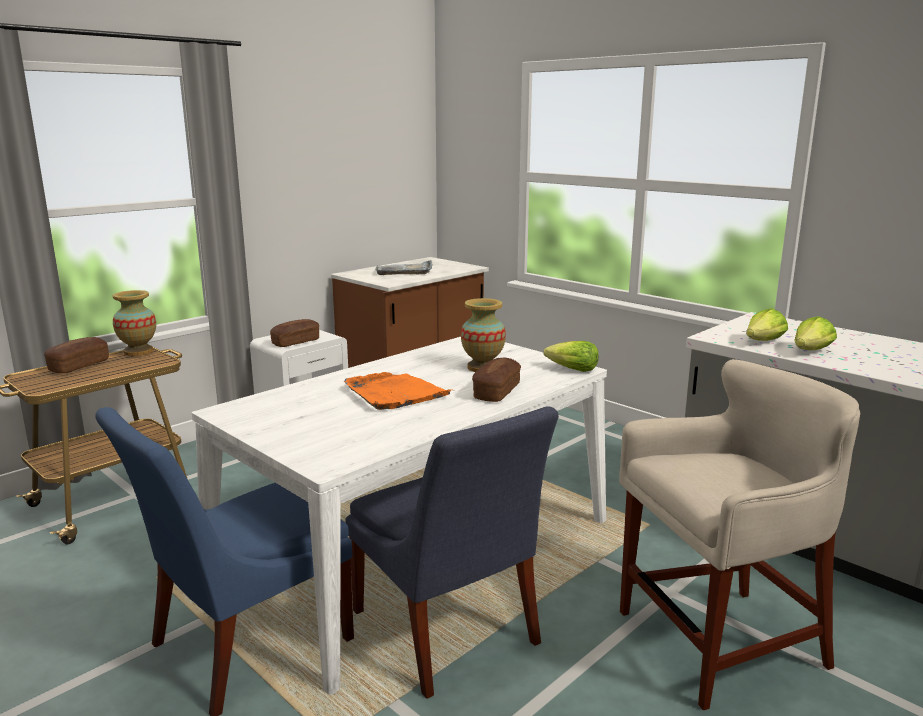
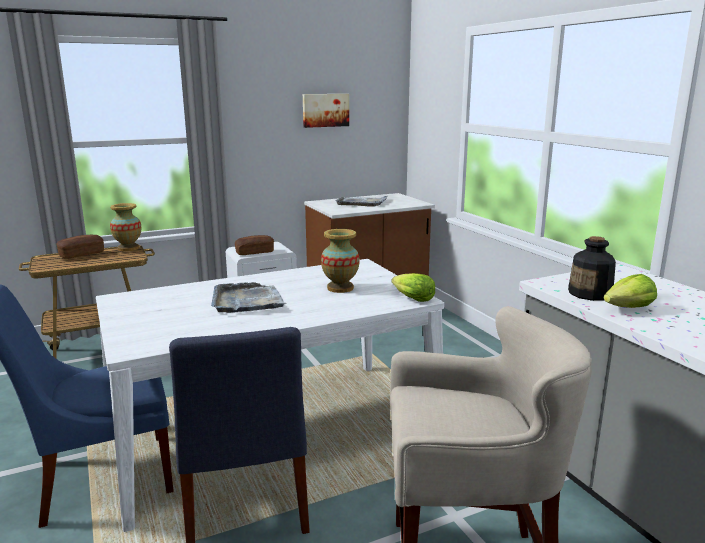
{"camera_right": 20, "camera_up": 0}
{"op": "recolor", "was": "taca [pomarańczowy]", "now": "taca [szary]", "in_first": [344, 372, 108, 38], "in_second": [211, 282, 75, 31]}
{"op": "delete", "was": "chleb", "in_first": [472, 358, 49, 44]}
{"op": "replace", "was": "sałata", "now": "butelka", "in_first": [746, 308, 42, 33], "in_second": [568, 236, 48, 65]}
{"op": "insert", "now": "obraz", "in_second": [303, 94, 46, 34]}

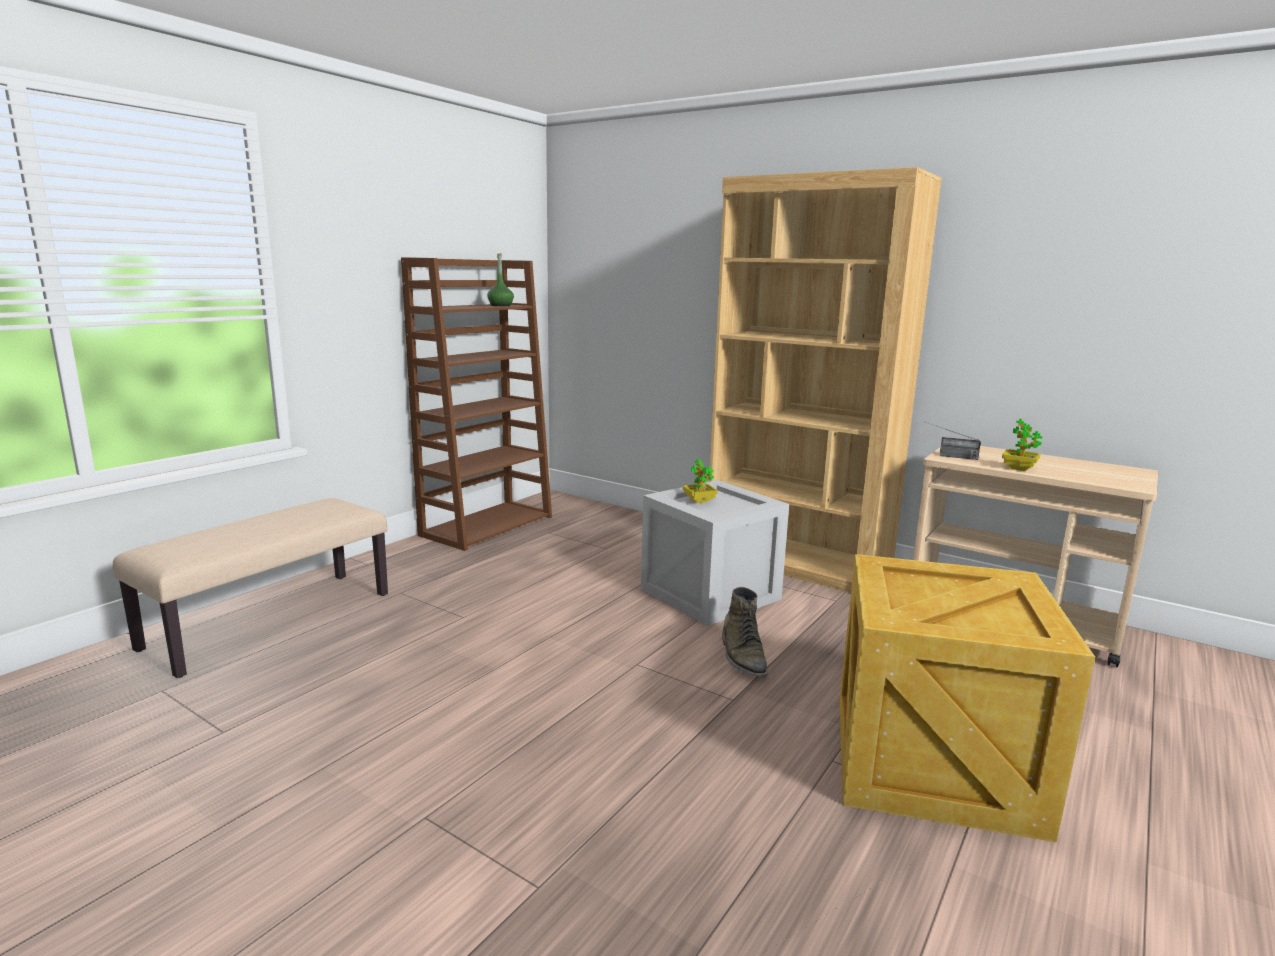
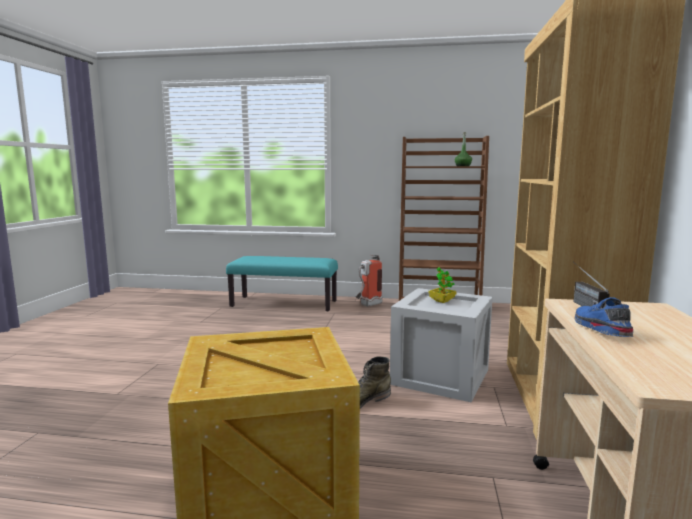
{"camera_right": 65, "camera_up": -5}
{"op": "recolor", "was": "ławka [beżowy]", "now": "ławka [turkusowy]", "in_first": [113, 498, 275, 180], "in_second": [226, 256, 112, 56]}
{"op": "replace", "was": "roślina doniczkowa", "now": "but [niebieski]", "in_first": [1002, 419, 40, 52], "in_second": [575, 297, 58, 40]}
{"op": "insert", "now": "gaśnica", "in_second": [356, 255, 27, 51]}

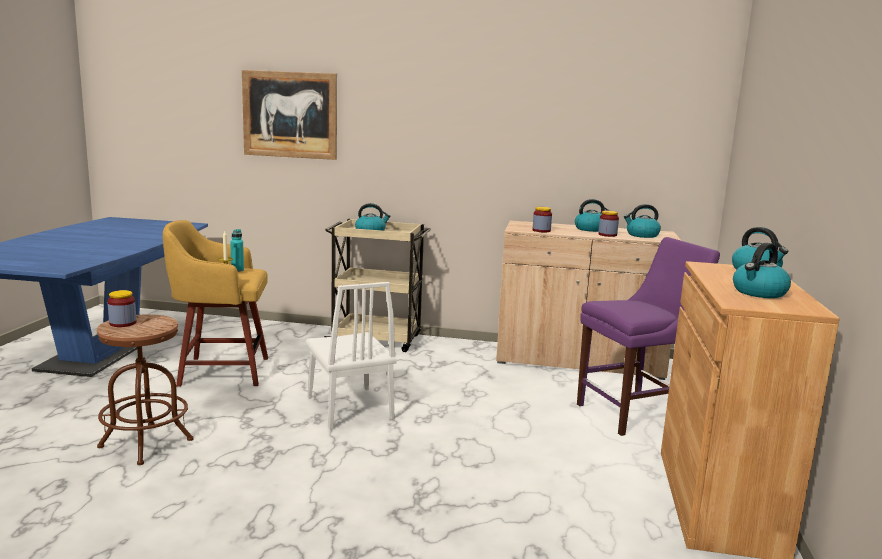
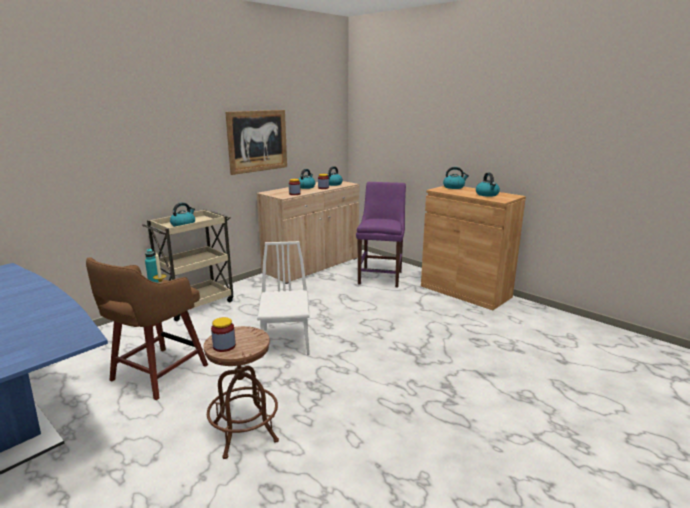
{"camera_right": -55, "camera_up": 5}
{"op": "recolor", "was": "stołek [żółty]", "now": "stołek [brązowy]", "in_first": [163, 220, 105, 167], "in_second": [86, 257, 122, 143]}
{"op": "move", "was": "obraz", "in_first": [242, 70, 95, 90], "in_second": [225, 110, 62, 65]}
{"op": "rotate", "was": "krzesło [biały]", "in_first": [306, 282, 91, 148], "in_second": [257, 241, 53, 117], "clockwise": -105}

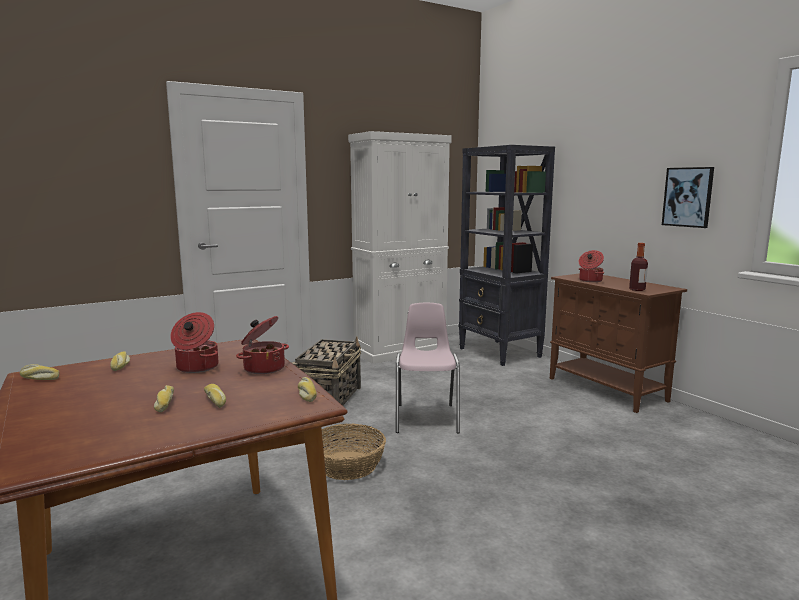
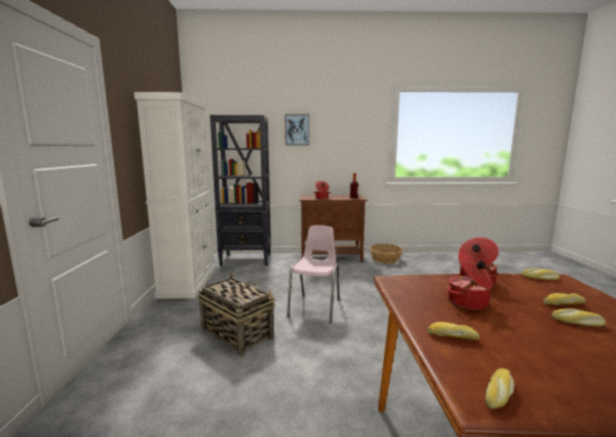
{"camera_right": -60, "camera_up": 0}
{"op": "move", "was": "koszyk", "in_first": [322, 424, 64, 56], "in_second": [370, 244, 33, 19]}
{"op": "rotate", "was": "krzesło [różowy]", "in_first": [396, 303, 64, 130], "in_second": [287, 225, 53, 98], "clockwise": 75}
{"op": "move", "was": "obraz", "in_first": [662, 167, 52, 61], "in_second": [285, 114, 24, 31]}

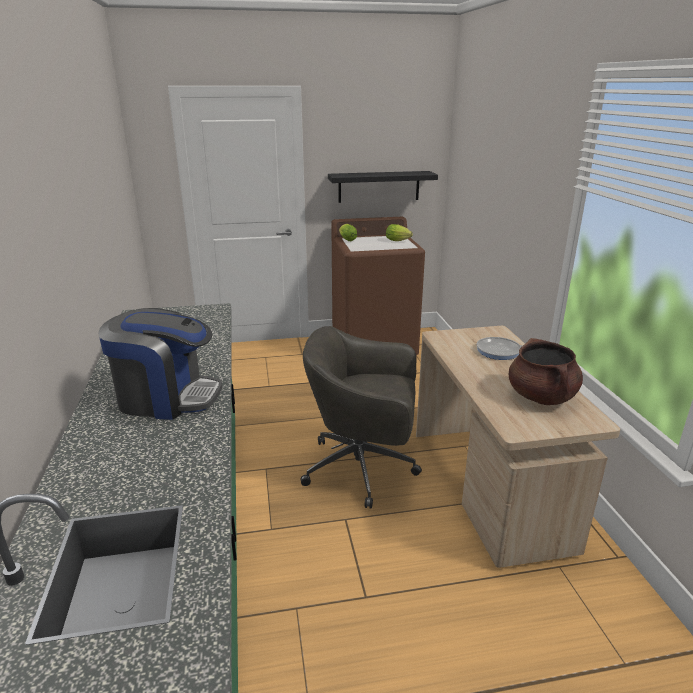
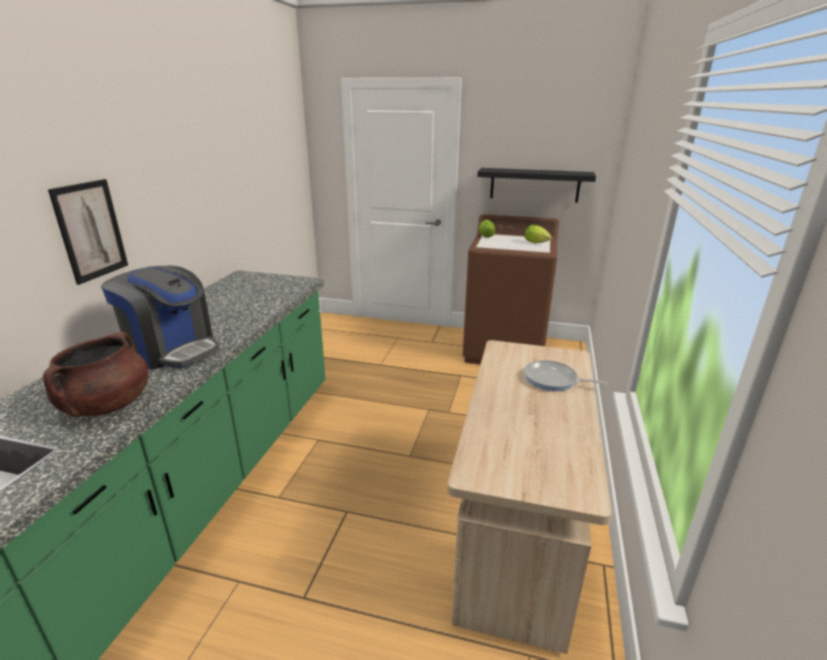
{"camera_right": 25, "camera_up": 0}
{"op": "delete", "was": "krzesło biurowe [szary]", "in_first": [301, 326, 121, 183]}
{"op": "move", "was": "garnek [brązowy]", "in_first": [509, 338, 74, 67], "in_second": [43, 332, 106, 85]}
{"op": "insert", "now": "obraz", "in_second": [48, 179, 80, 106]}

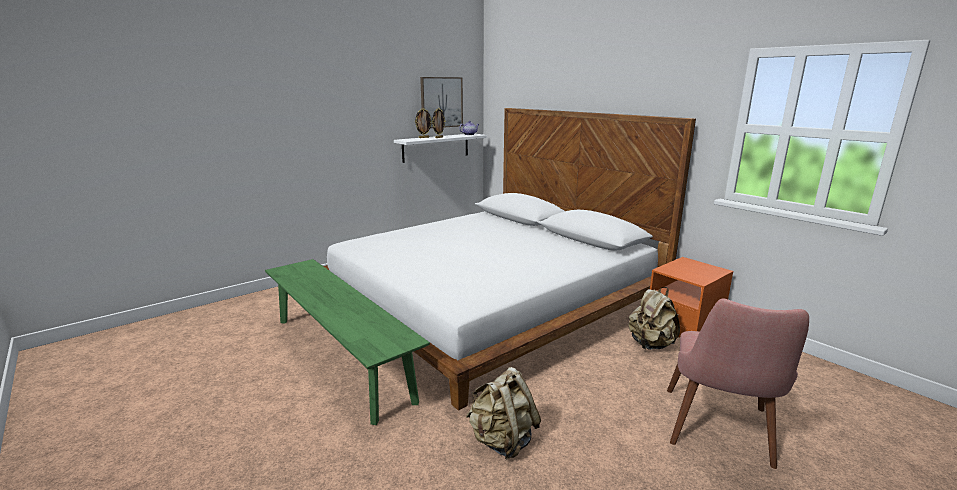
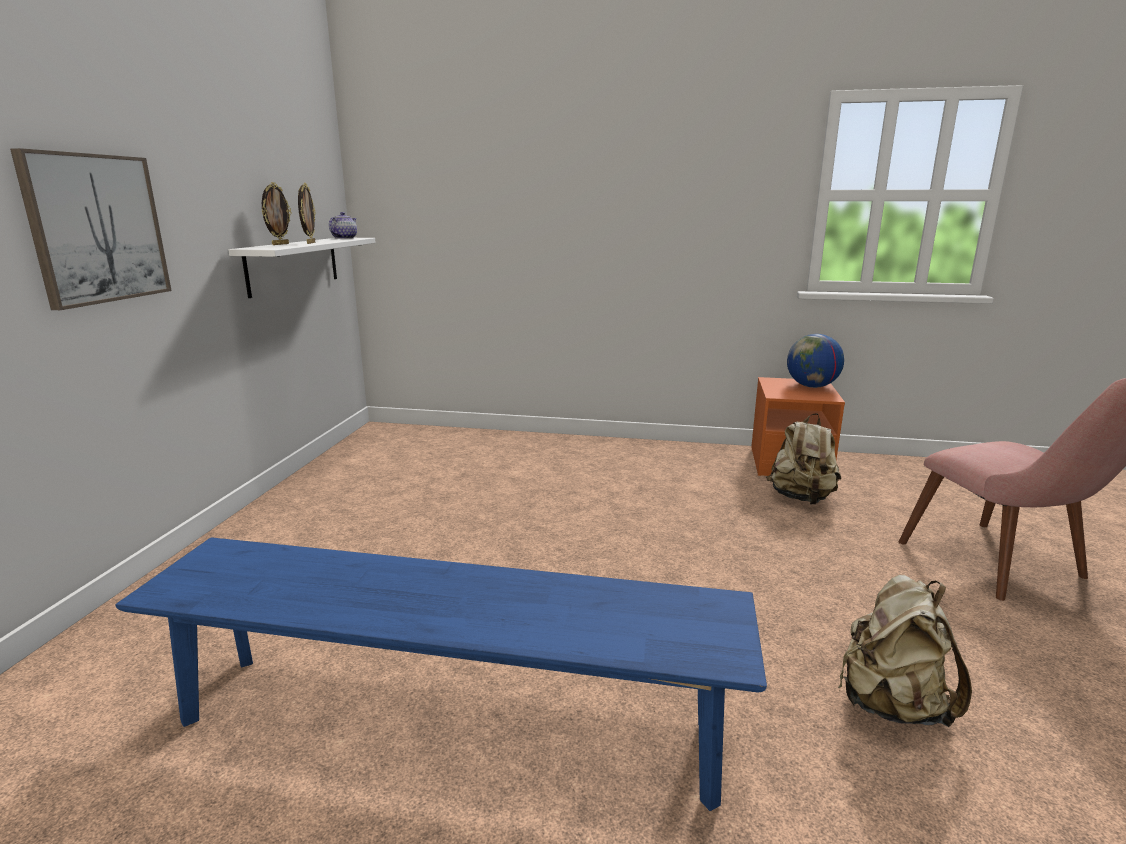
{"camera_right": -40, "camera_up": 0}
{"op": "recolor", "was": "ławka [zielony]", "now": "ławka [niebieski]", "in_first": [265, 259, 165, 166], "in_second": [115, 537, 652, 274]}
{"op": "delete", "was": "łóżko [biały]", "in_first": [324, 108, 372, 302]}
{"op": "move", "was": "obraz", "in_first": [420, 77, 43, 51], "in_second": [10, 148, 162, 162]}
{"op": "insert", "now": "globus", "in_second": [787, 334, 57, 54]}

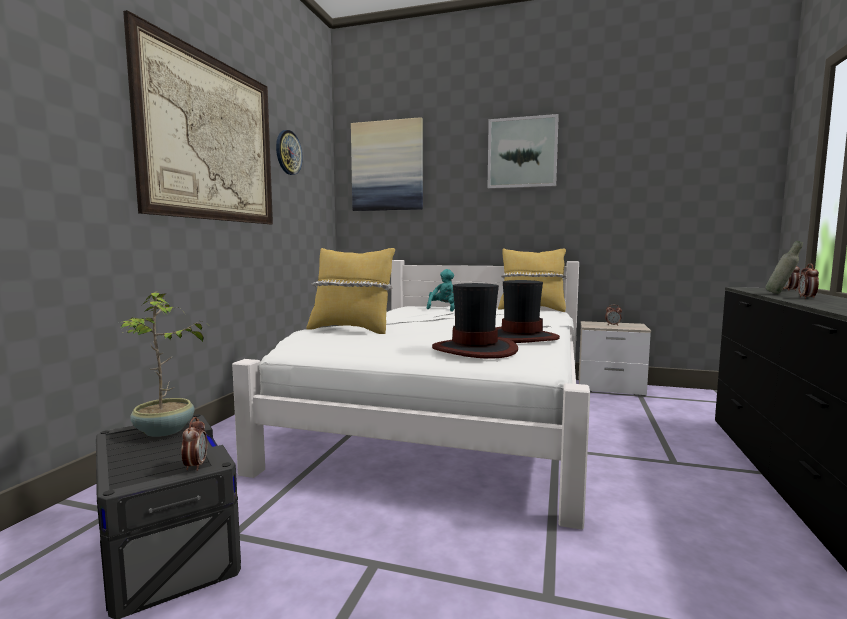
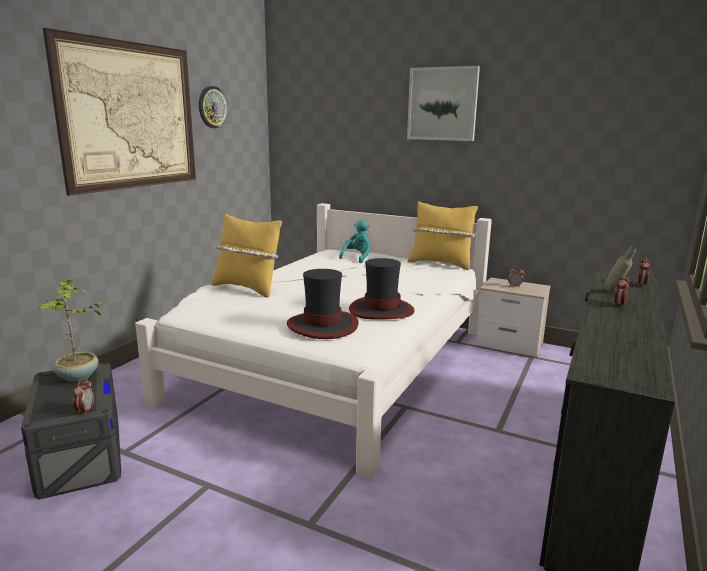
{"camera_right": 10, "camera_up": 10}
{"op": "delete", "was": "obraz", "in_first": [351, 117, 72, 94]}

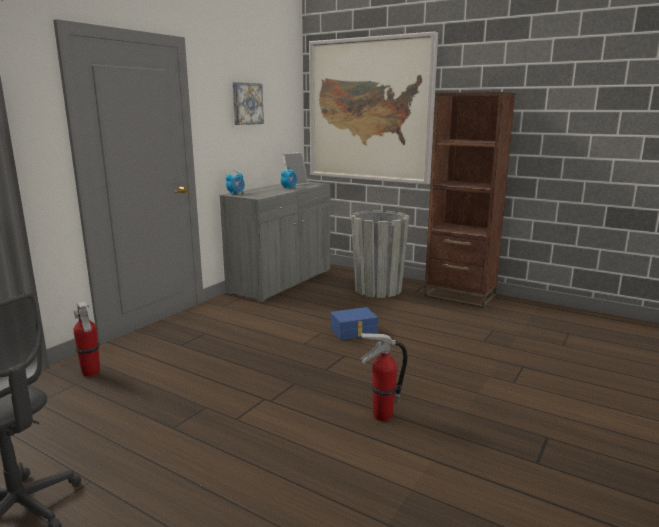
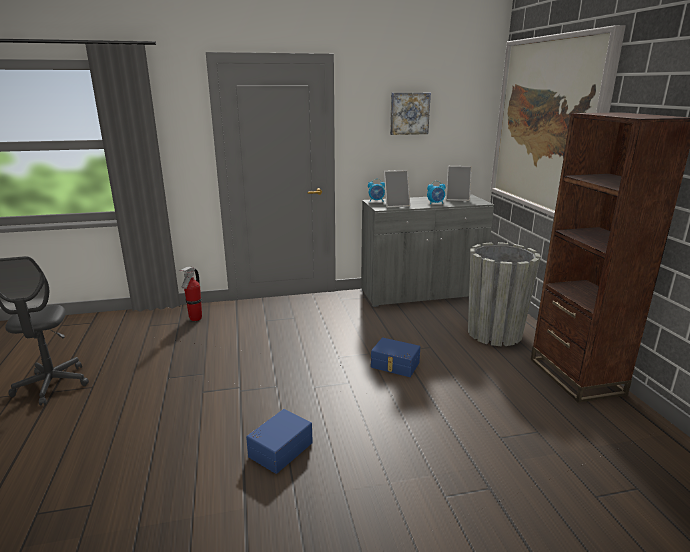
{"camera_right": 45, "camera_up": 5}
{"op": "replace", "was": "gaśnica", "now": "pojemnik do przechowywania [niebieski]", "in_first": [360, 333, 47, 88], "in_second": [246, 409, 67, 65]}
{"op": "insert", "now": "ramka na zdjęcie", "in_second": [384, 170, 26, 38]}

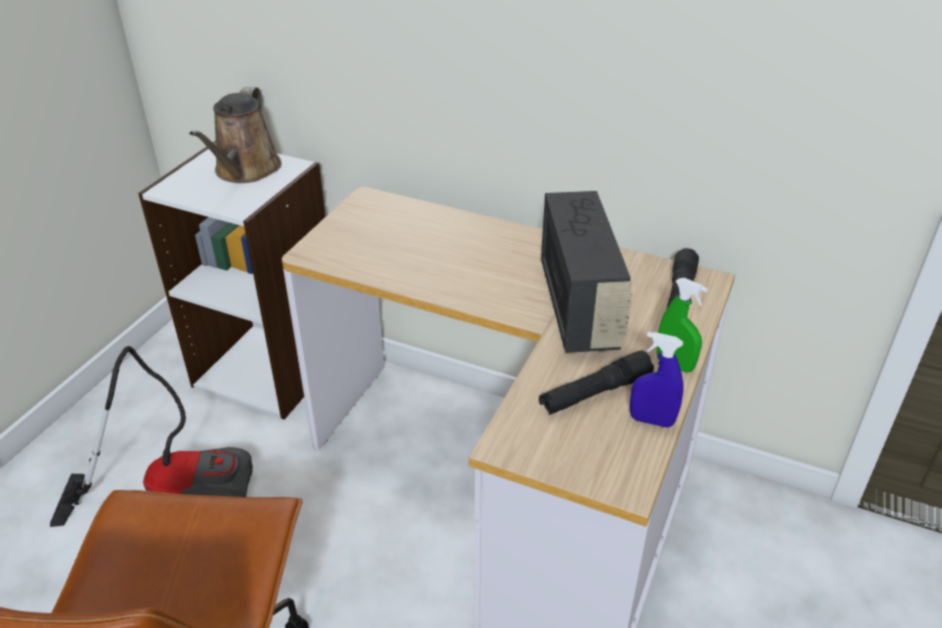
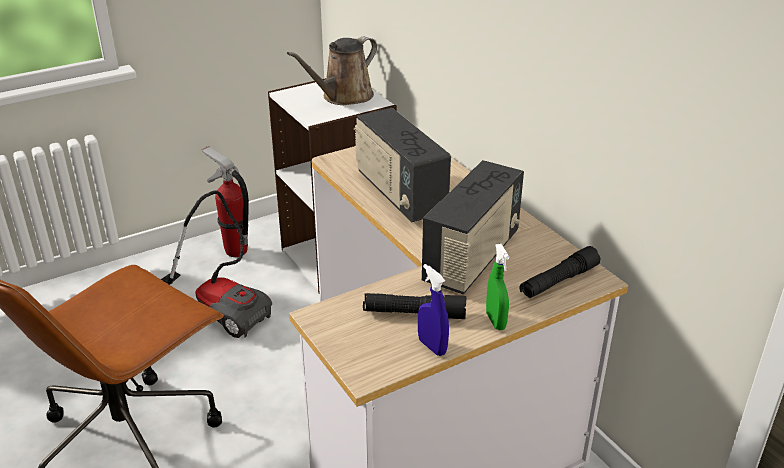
{"camera_right": 35, "camera_up": -5}
{"op": "insert", "now": "gaśnica", "in_second": [202, 146, 47, 111]}
{"op": "insert", "now": "radio", "in_second": [355, 108, 96, 114]}

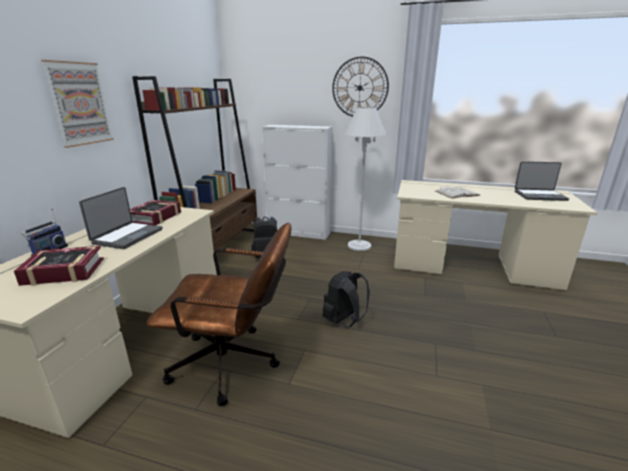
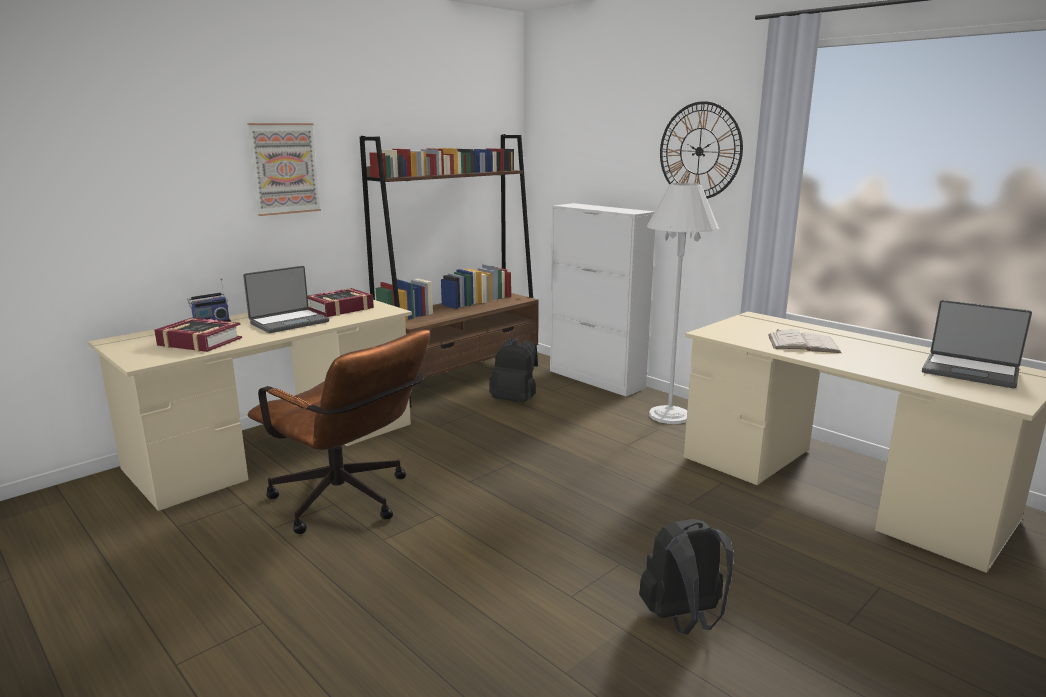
{"camera_right": 30, "camera_up": -5}
{"op": "move", "was": "plecak [czarny]", "in_first": [322, 271, 48, 57], "in_second": [639, 519, 95, 115]}

